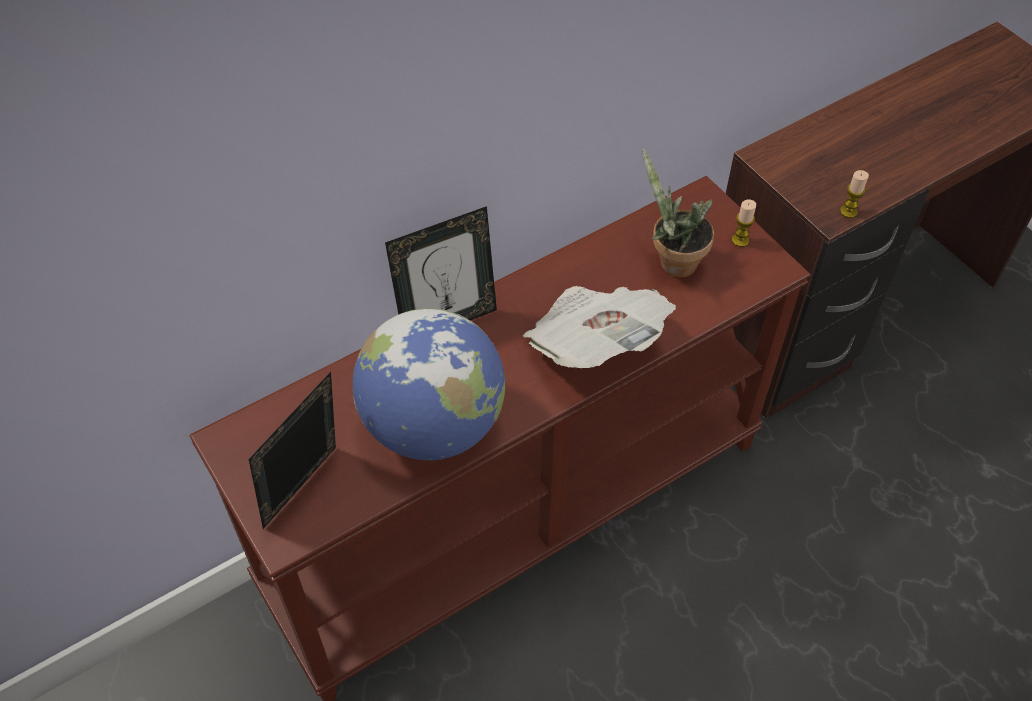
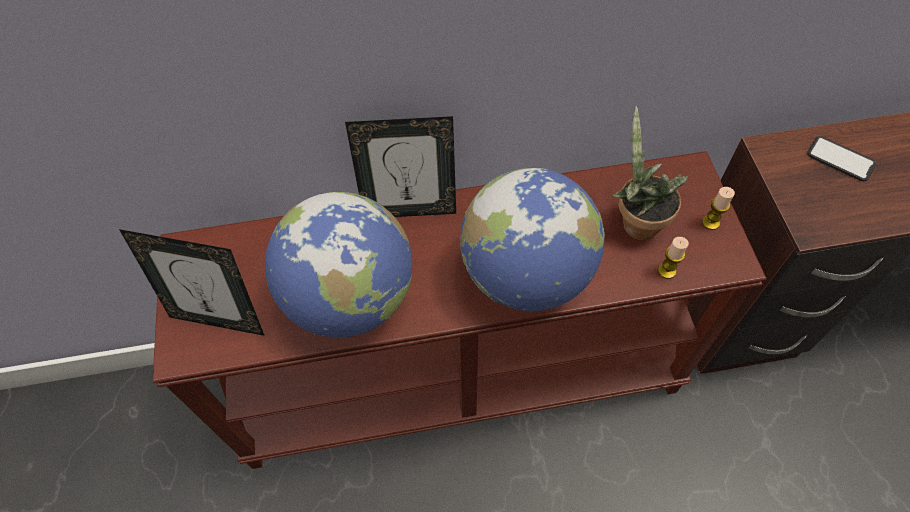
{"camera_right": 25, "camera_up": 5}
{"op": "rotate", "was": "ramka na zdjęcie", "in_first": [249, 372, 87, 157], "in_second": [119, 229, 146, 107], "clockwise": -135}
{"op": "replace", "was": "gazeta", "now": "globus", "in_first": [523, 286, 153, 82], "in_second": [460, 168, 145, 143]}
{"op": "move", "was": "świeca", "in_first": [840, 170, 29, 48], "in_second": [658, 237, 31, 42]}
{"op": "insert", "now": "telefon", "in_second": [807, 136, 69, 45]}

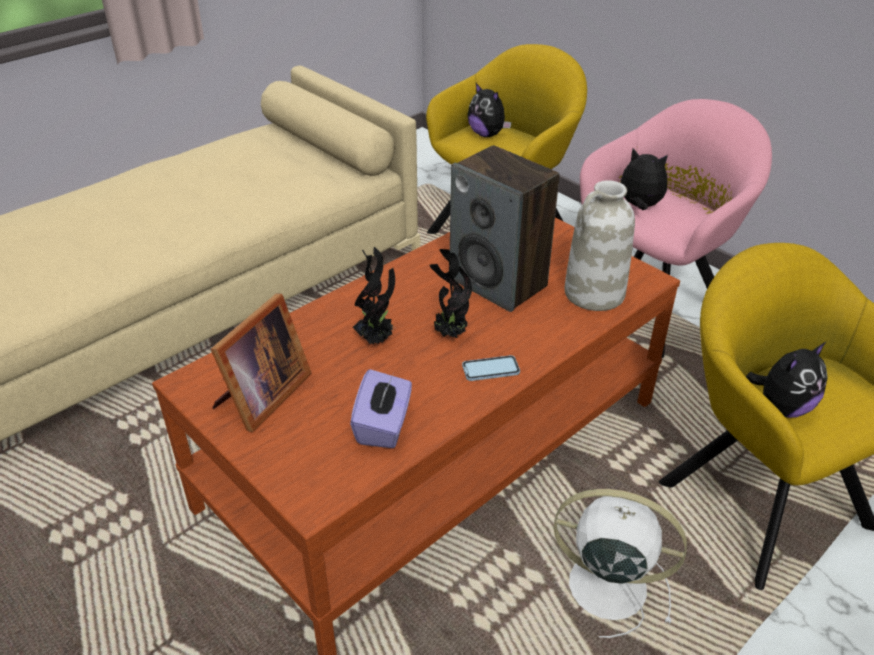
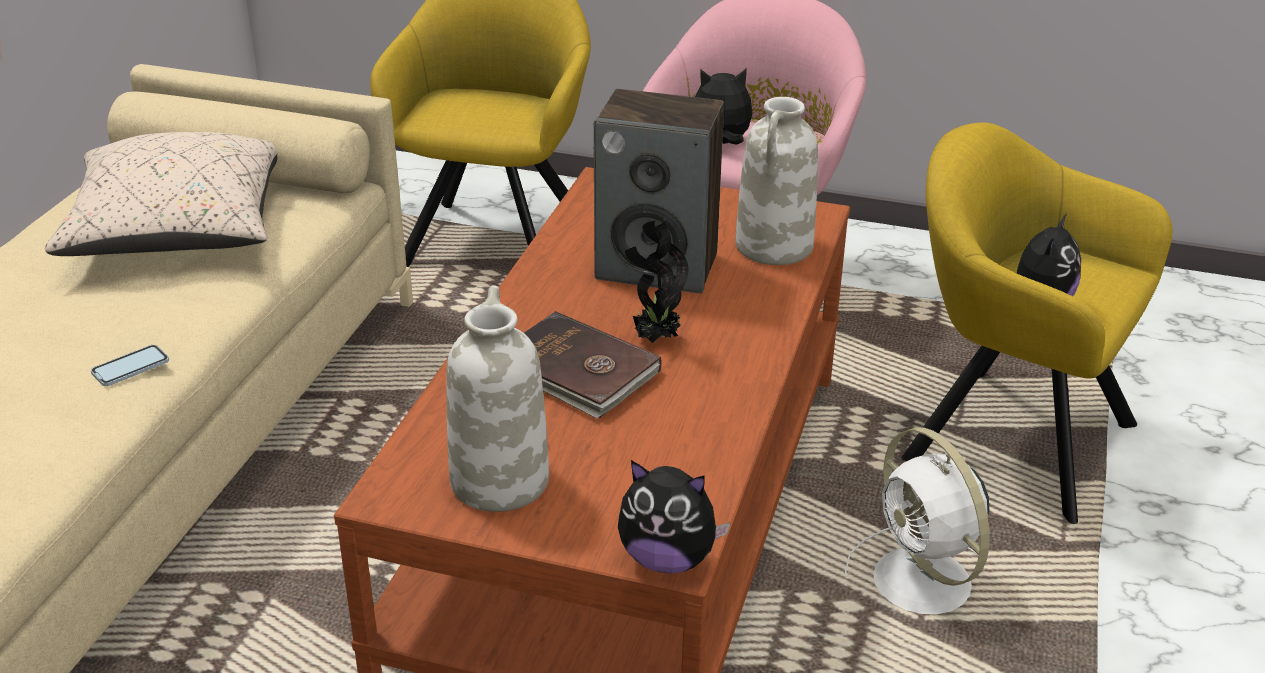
{"camera_right": -30, "camera_up": -5}
{"op": "replace", "was": "ramka na zdjęcie", "now": "wazon [biały]", "in_first": [211, 293, 100, 139], "in_second": [446, 285, 103, 227]}
{"op": "delete", "was": "pudełko chusteczek [fioletowy]", "in_first": [350, 369, 62, 79]}
{"op": "replace", "was": "roślina doniczkowa", "now": "książka [brązowy]", "in_first": [353, 247, 42, 97], "in_second": [524, 311, 137, 107]}
{"op": "move", "was": "telefon", "in_first": [462, 355, 58, 26], "in_second": [91, 345, 78, 41]}
{"op": "move", "was": "pluszak", "in_first": [467, 83, 45, 54], "in_second": [618, 460, 113, 114]}
{"op": "rotate", "was": "wentylator [biały]", "in_first": [553, 489, 134, 149], "in_second": [845, 427, 145, 187], "clockwise": -105}
{"op": "insert", "now": "poduszka [beżowy]", "in_second": [45, 132, 232, 124]}

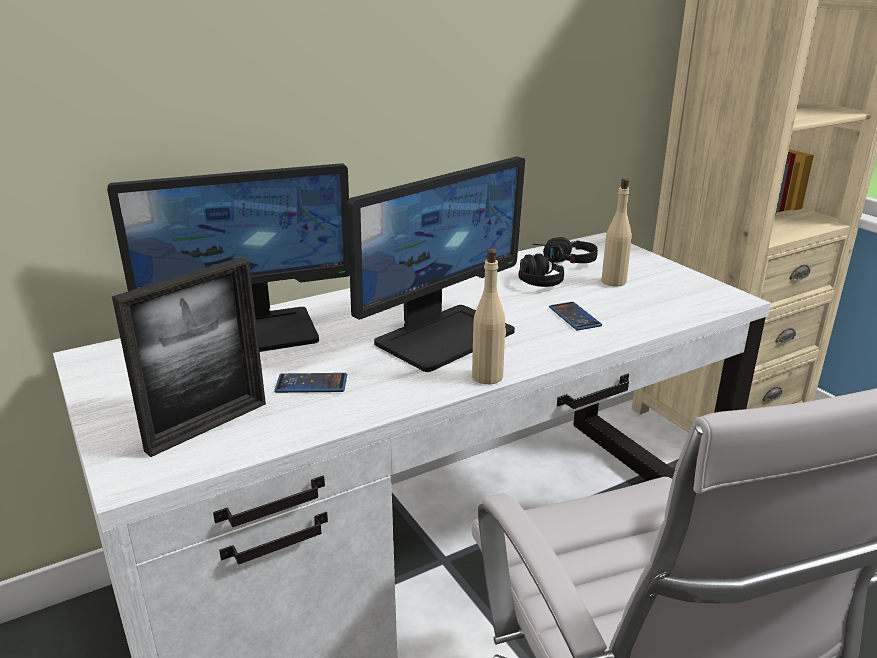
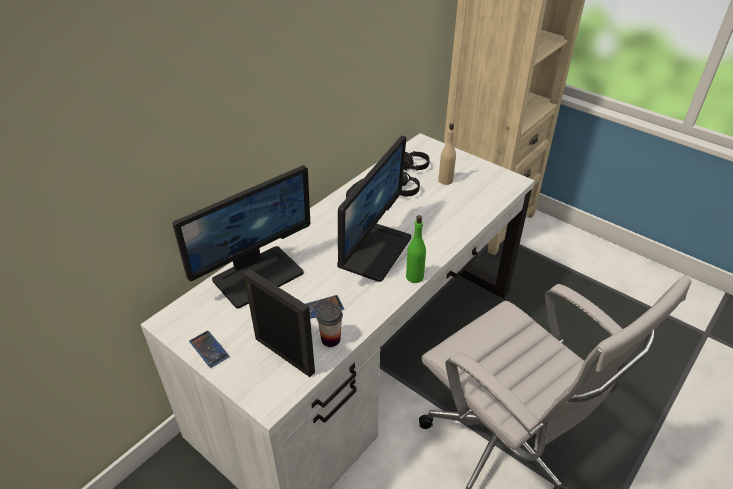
{"camera_right": -20, "camera_up": 15}
{"op": "rotate", "was": "ramka na zdjęcie", "in_first": [112, 257, 154, 200], "in_second": [243, 269, 72, 108], "clockwise": -75}
{"op": "recolor", "was": "butelka [beżowy]", "now": "butelka [zielony]", "in_first": [472, 249, 34, 135], "in_second": [406, 215, 20, 68]}
{"op": "move", "was": "telefon", "in_first": [549, 302, 53, 28], "in_second": [189, 331, 40, 37]}
{"op": "insert", "now": "filiżanka", "in_second": [316, 304, 27, 43]}

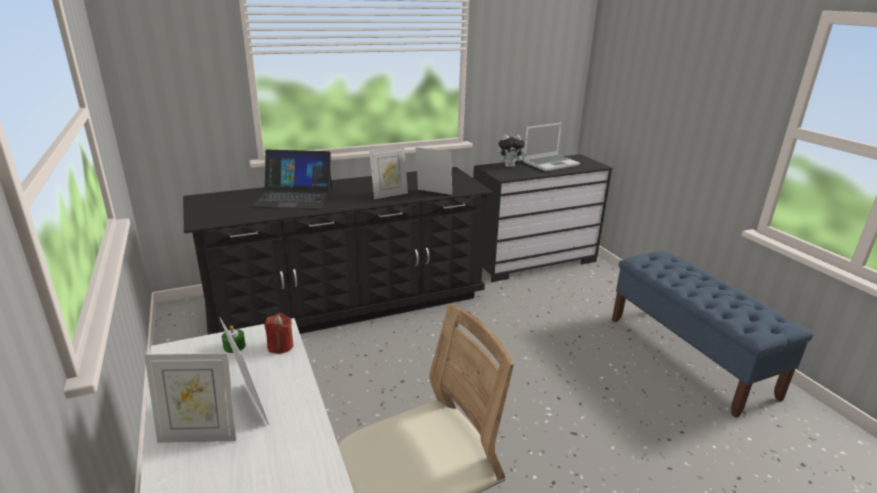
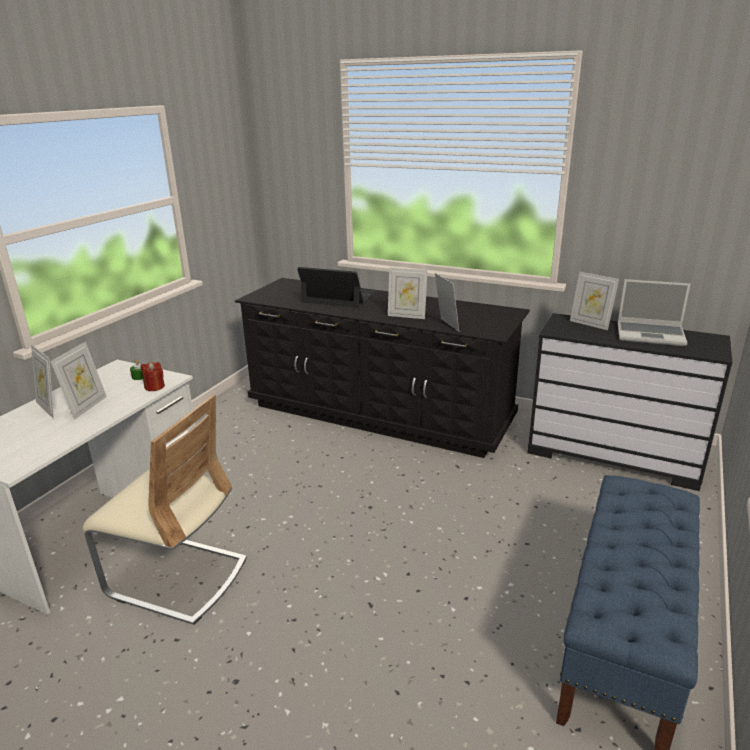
{"camera_right": 50, "camera_up": 0}
{"op": "rotate", "was": "laptop", "in_first": [251, 150, 81, 59], "in_second": [297, 267, 80, 41], "clockwise": 150}
{"op": "replace", "was": "pluszak", "now": "ramka na zdjęcie", "in_first": [497, 134, 30, 33], "in_second": [570, 272, 49, 58]}

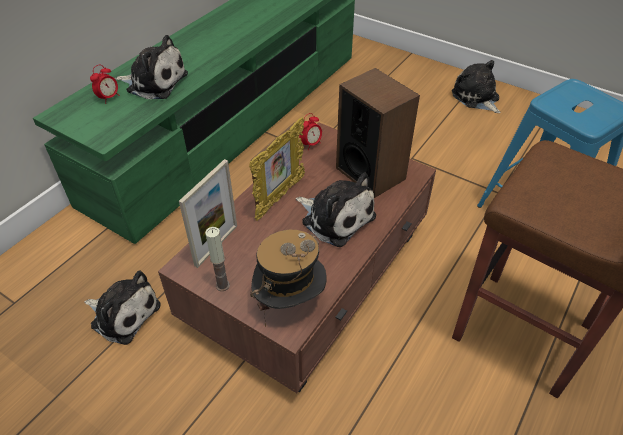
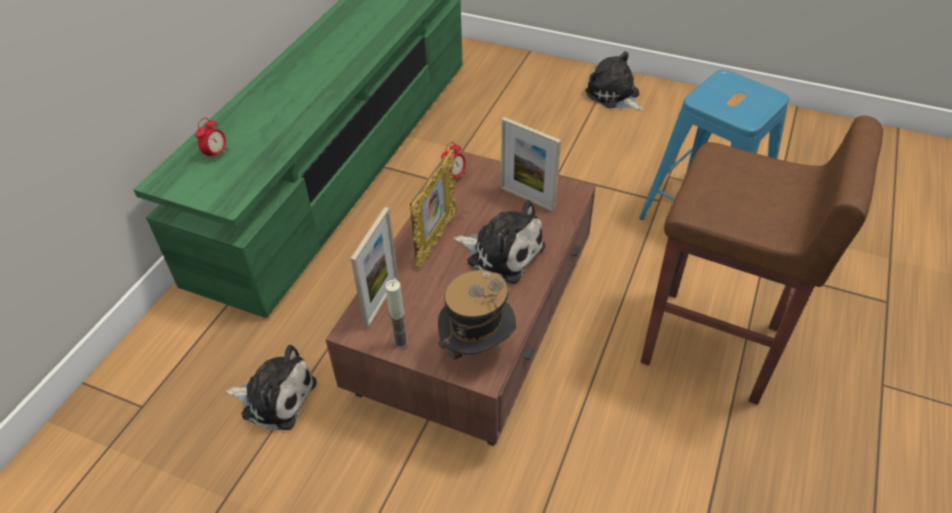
{"camera_right": -10, "camera_up": 0}
{"op": "delete", "was": "pluszak", "in_first": [115, 35, 73, 64]}
{"op": "replace", "was": "głośnik", "now": "ramka na zdjęcie", "in_first": [336, 68, 84, 130], "in_second": [501, 117, 60, 95]}

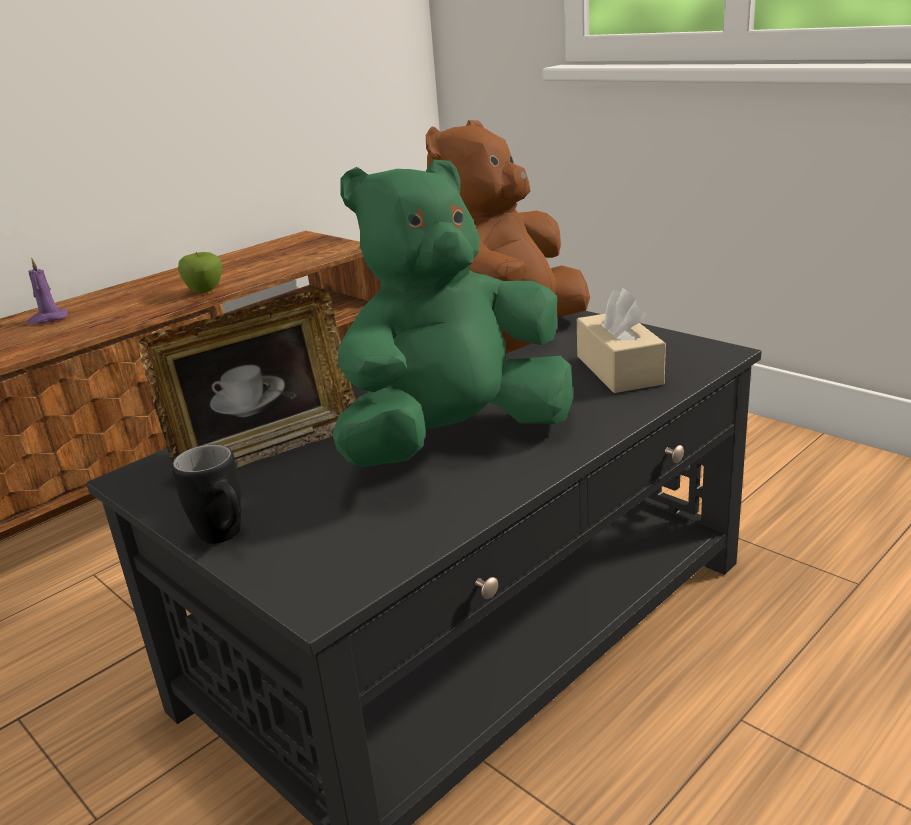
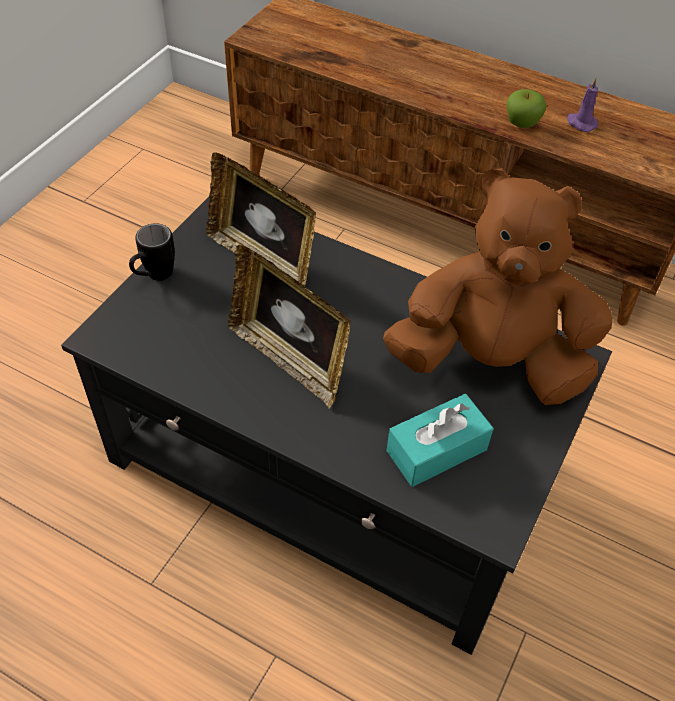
{"camera_right": 70, "camera_up": 25}
{"op": "move", "was": "świeca [fioletowy]", "in_first": [27, 257, 41, 68], "in_second": [567, 77, 31, 55]}
{"op": "replace", "was": "pluszak [zielony]", "now": "ramka na zdjęcie", "in_first": [332, 160, 241, 307], "in_second": [228, 244, 123, 165]}
{"op": "recolor", "was": "pudełko chusteczek [beżowy]", "now": "pudełko chusteczek [turkusowy]", "in_first": [577, 288, 89, 105], "in_second": [386, 394, 108, 93]}

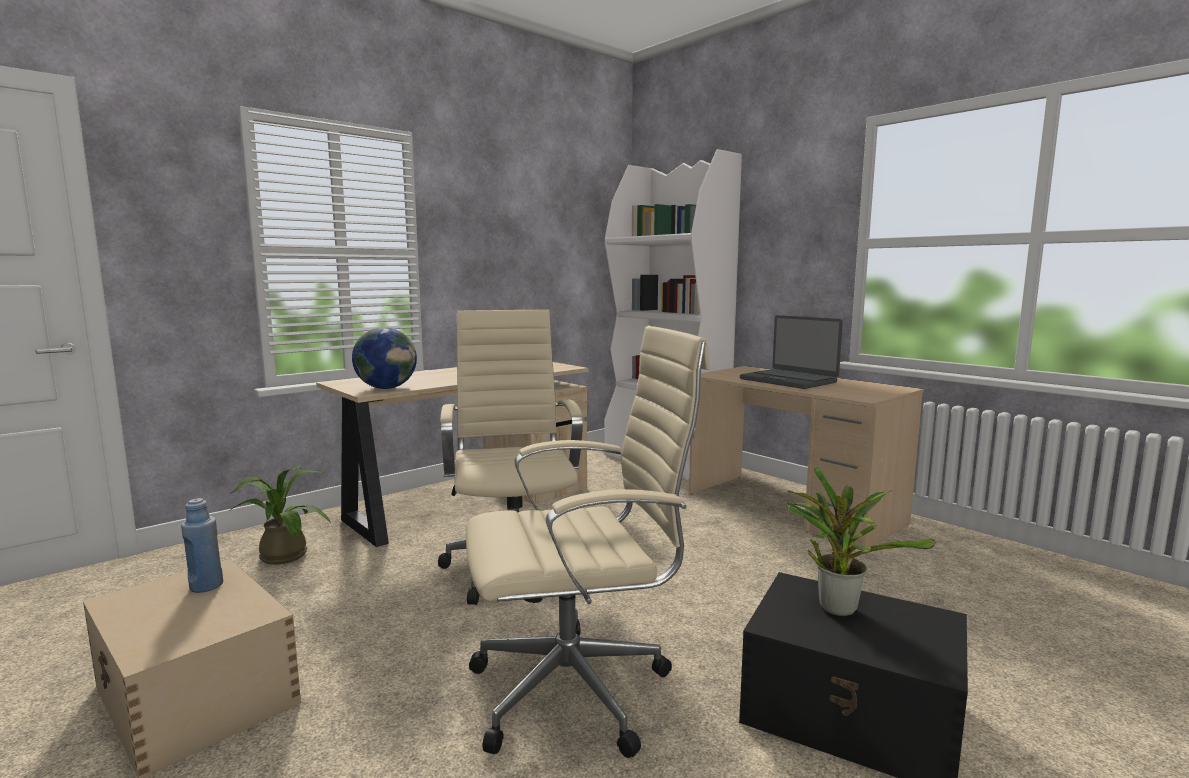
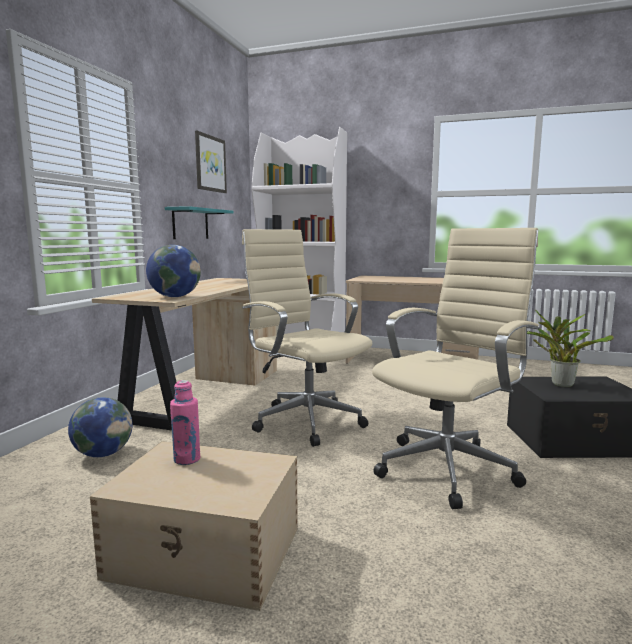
{"camera_right": -30, "camera_up": 0}
{"op": "recolor", "was": "butelka [niebieski]", "now": "butelka [różowy]", "in_first": [181, 498, 42, 95], "in_second": [170, 380, 30, 85]}
{"op": "replace", "was": "roślina doniczkowa", "now": "globus", "in_first": [229, 466, 102, 99], "in_second": [68, 397, 65, 60]}
{"op": "delete", "was": "laptop", "in_first": [740, 315, 103, 74]}
{"op": "insert", "now": "półka [turkusowy]", "in_second": [165, 206, 69, 33]}
{"op": "insert", "now": "obraz", "in_second": [195, 130, 32, 63]}

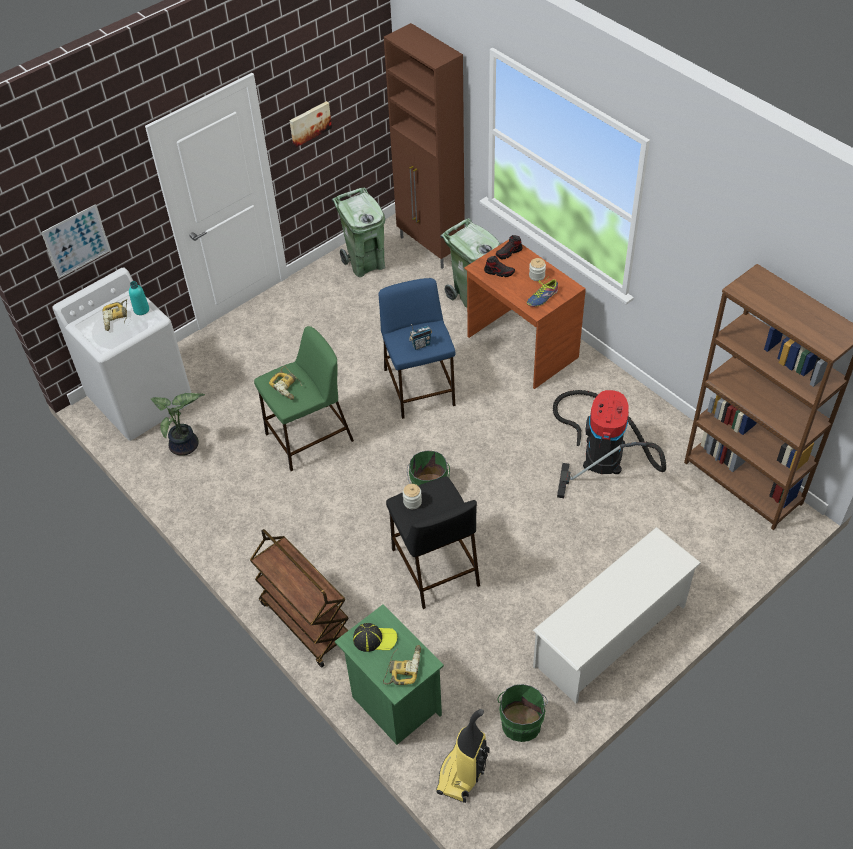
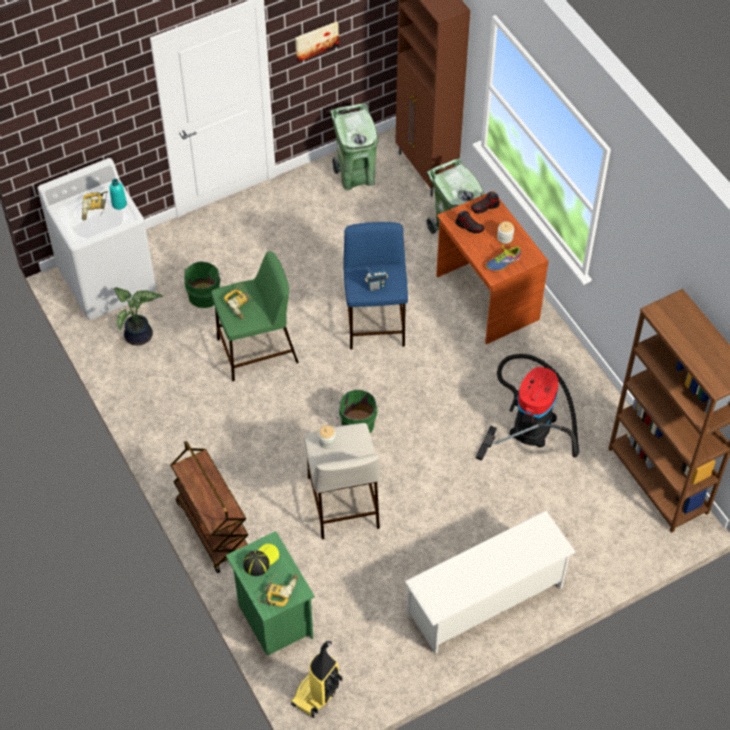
{"camera_right": 10, "camera_up": 5}
{"op": "delete", "was": "obraz", "in_first": [41, 204, 70, 74]}
{"op": "rotate", "was": "czapka z daszkiem", "in_first": [353, 623, 44, 29], "in_second": [243, 544, 36, 32], "clockwise": -60}
{"op": "recolor", "was": "stołek [czarny]", "now": "stołek [beżowy]", "in_first": [386, 476, 94, 133], "in_second": [304, 423, 76, 116]}
{"op": "move", "was": "wiadro [zielony]", "in_first": [497, 684, 51, 58], "in_second": [184, 261, 39, 47]}

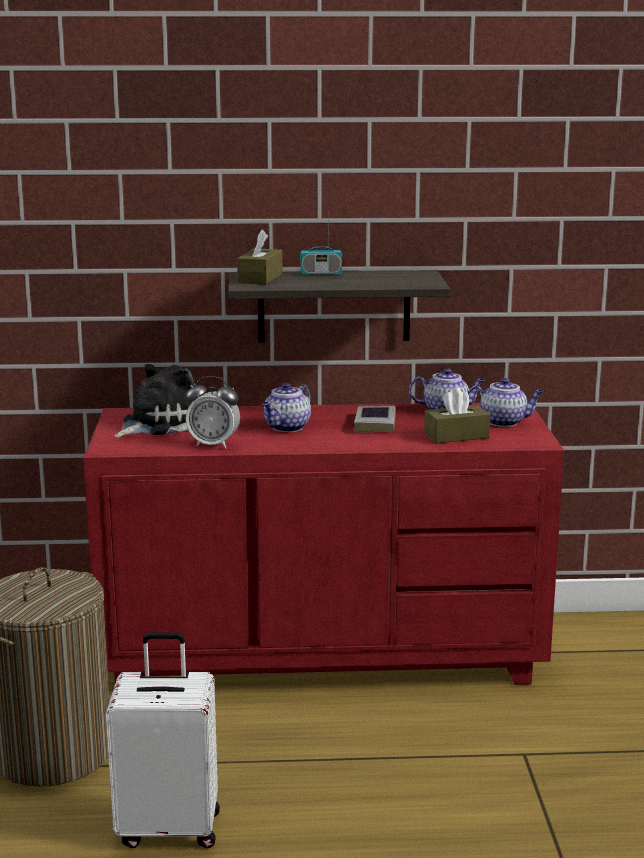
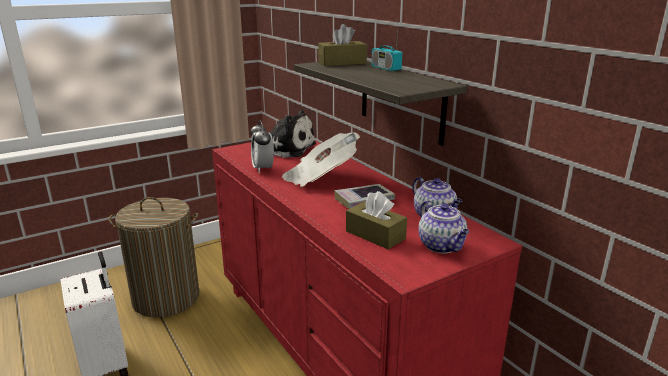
{"camera_right": 60, "camera_up": 5}
{"op": "replace", "was": "imbryk", "now": "gazeta", "in_first": [263, 383, 48, 49], "in_second": [282, 132, 78, 55]}

